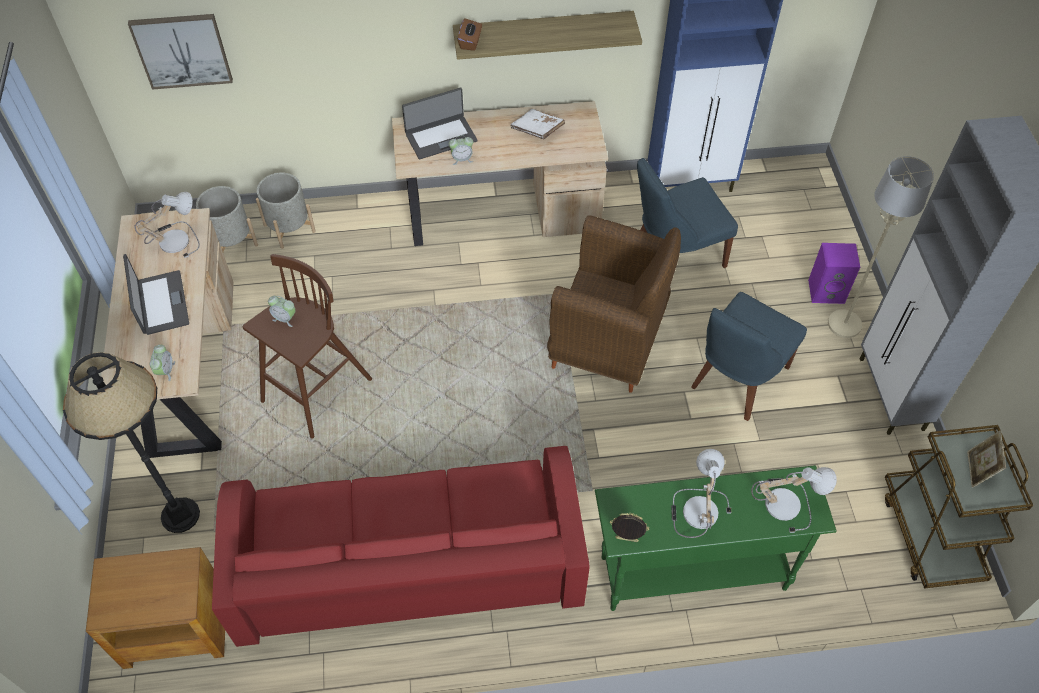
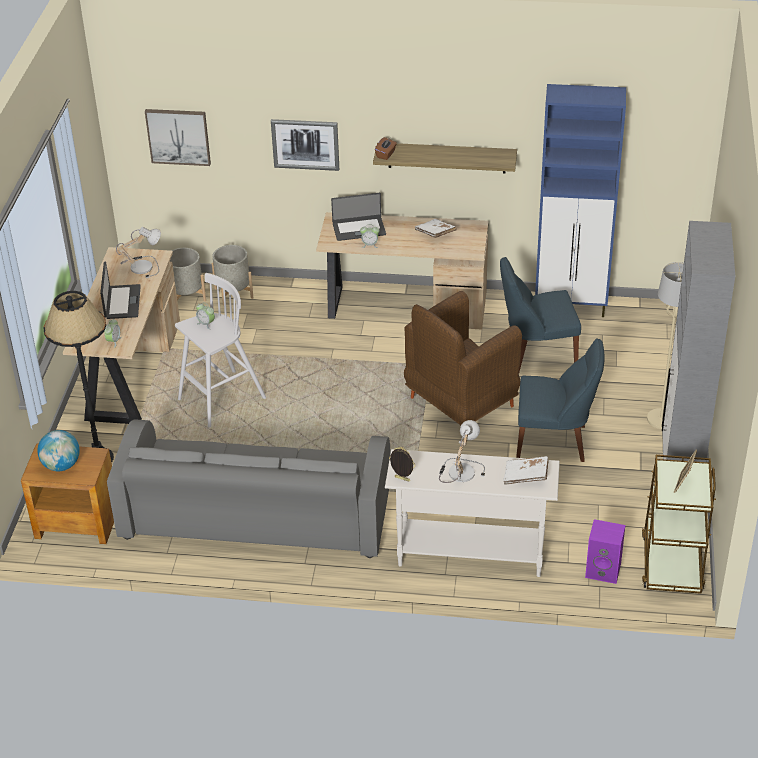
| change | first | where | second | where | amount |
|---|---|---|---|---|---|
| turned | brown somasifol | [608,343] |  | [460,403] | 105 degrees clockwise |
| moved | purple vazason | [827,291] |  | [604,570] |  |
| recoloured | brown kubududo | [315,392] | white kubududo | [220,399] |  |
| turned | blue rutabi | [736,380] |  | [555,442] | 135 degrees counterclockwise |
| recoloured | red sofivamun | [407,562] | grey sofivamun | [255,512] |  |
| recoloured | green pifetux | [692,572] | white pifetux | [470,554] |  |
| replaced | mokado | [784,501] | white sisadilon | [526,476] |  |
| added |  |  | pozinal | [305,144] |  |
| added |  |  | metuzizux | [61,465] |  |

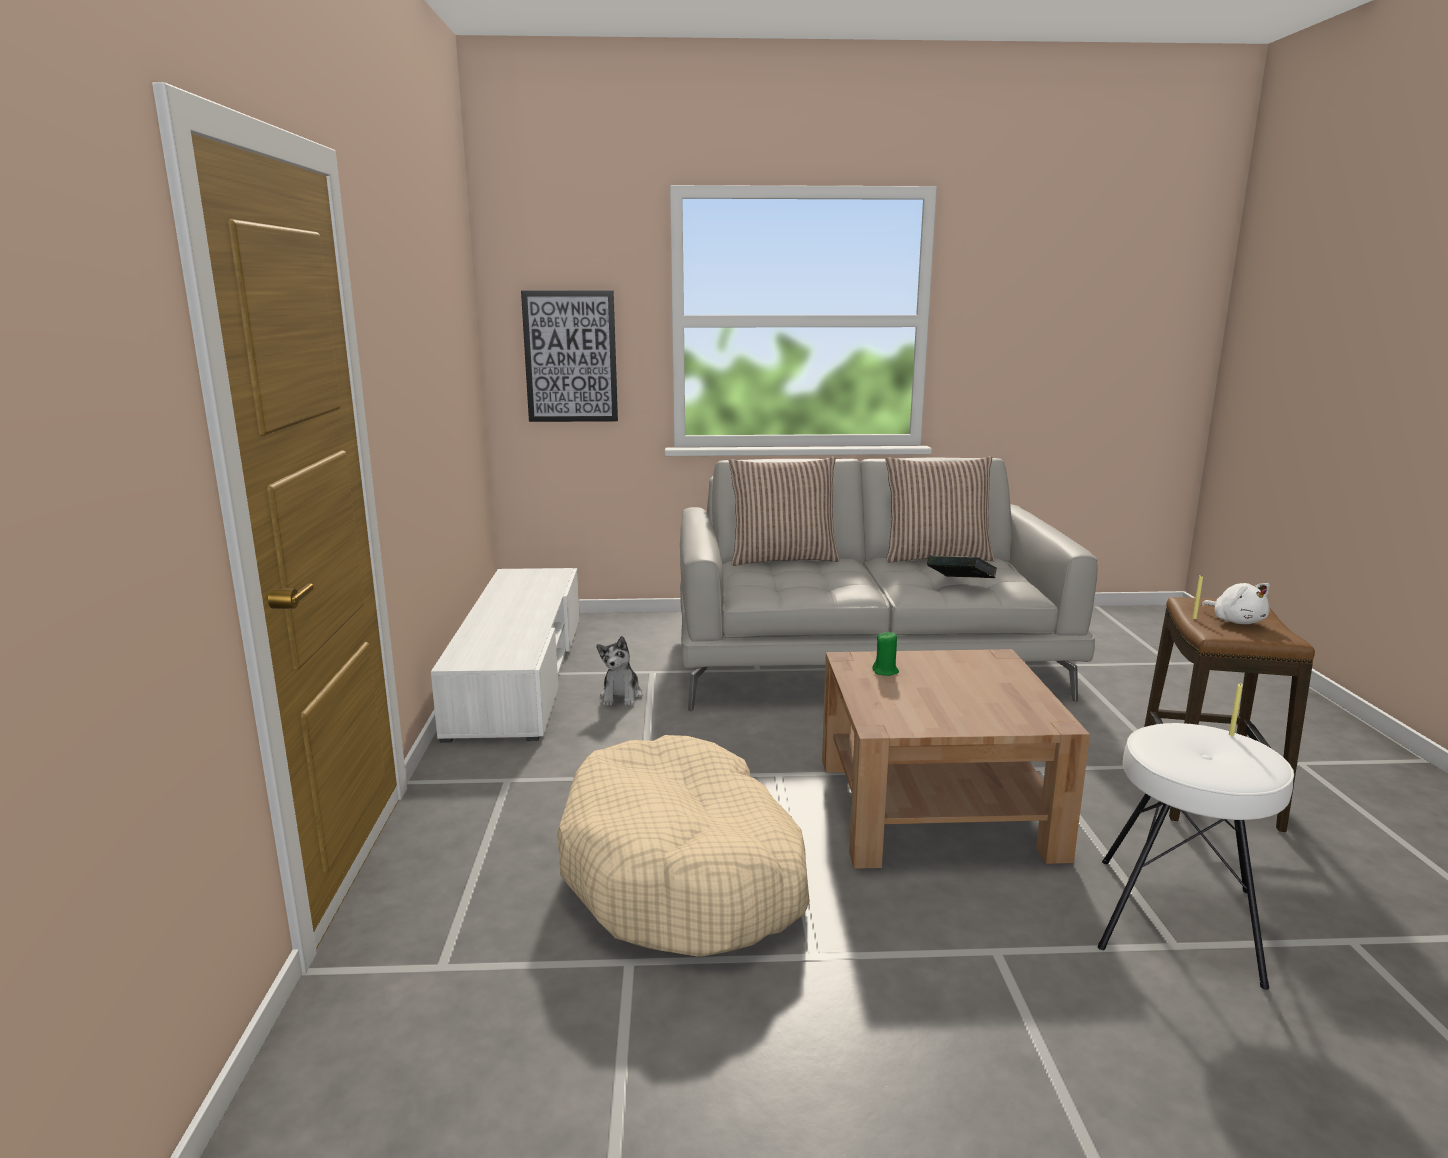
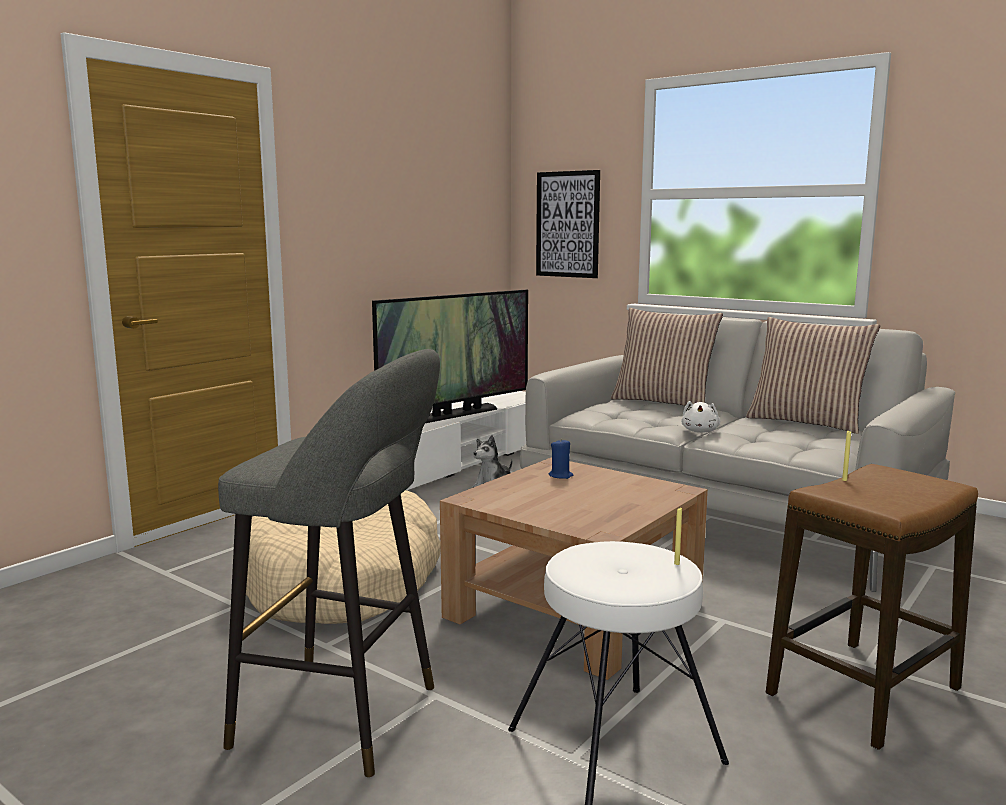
| change | first | where | second | where | amount |
|---|---|---|---|---|---|
| removed | sisadilon | [960,584] |  |  |  |
| moved | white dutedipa | [1236,621] |  | [700,431] |  |
| recoloured | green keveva | [885,671] | blue keveva | [561,475] |  |
| added |  |  | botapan | [455,414] |  |
| added |  |  | grey kubududo | [347,717] |  |

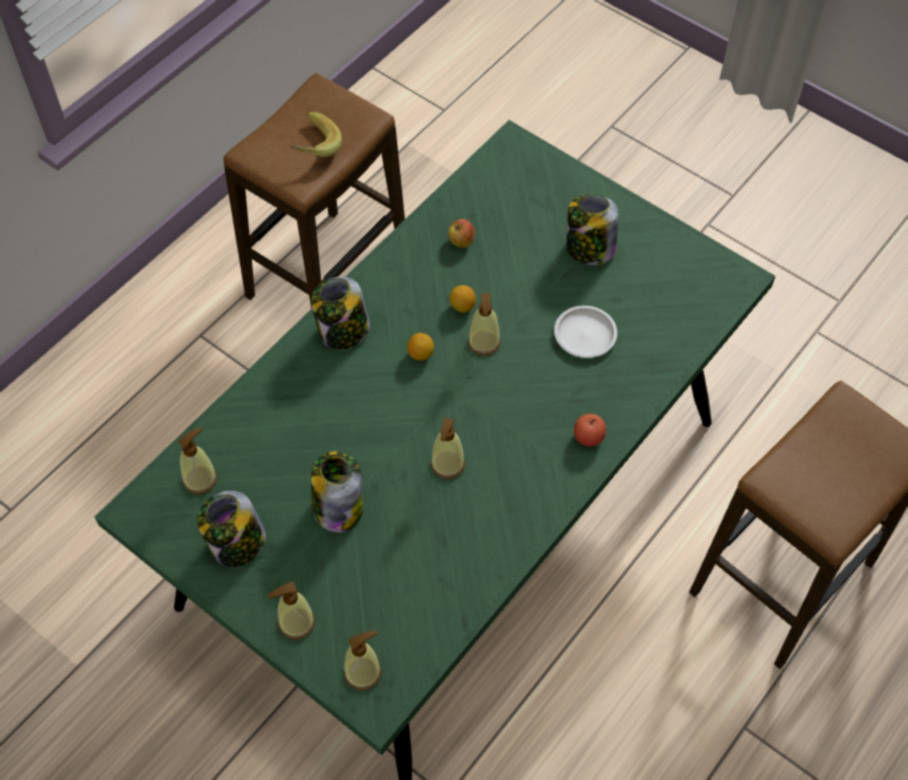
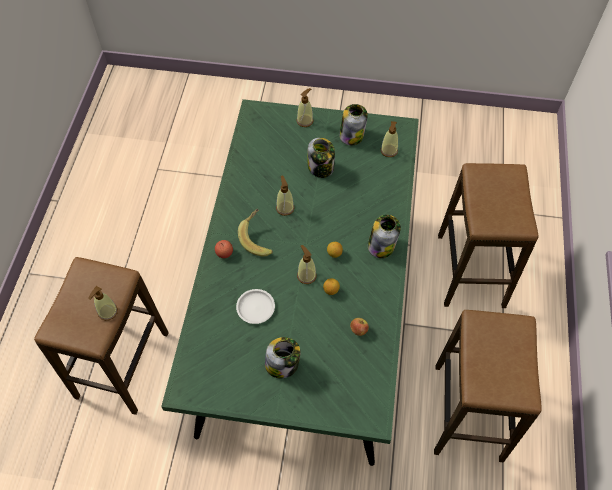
| change | first | where | second | where | amount |
|---|---|---|---|---|---|
| moved | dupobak | [312,147] |  | [258,239] |  |
| moved | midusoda | [363,672] |  | [107,312] |  |
| added |  |  | kubududo | [470,271] |  |

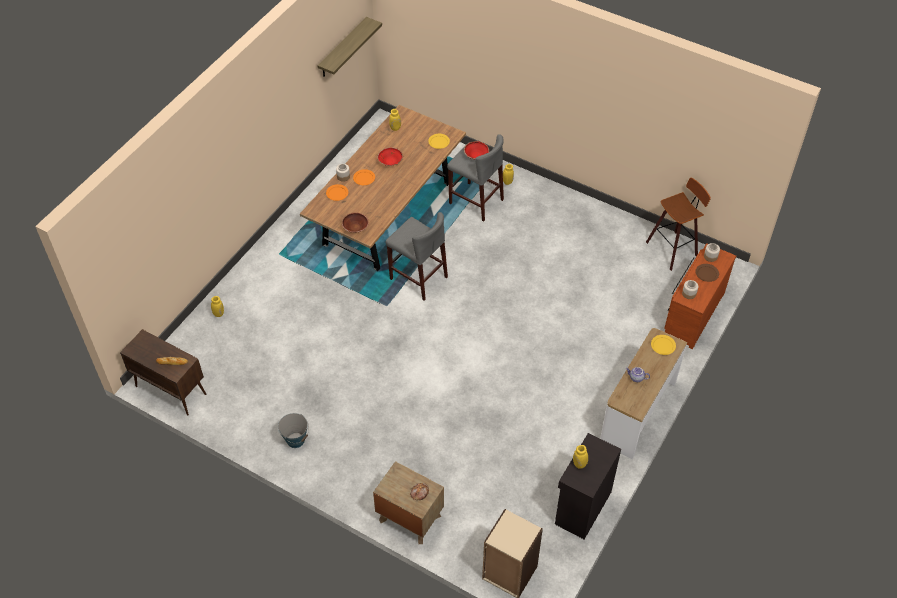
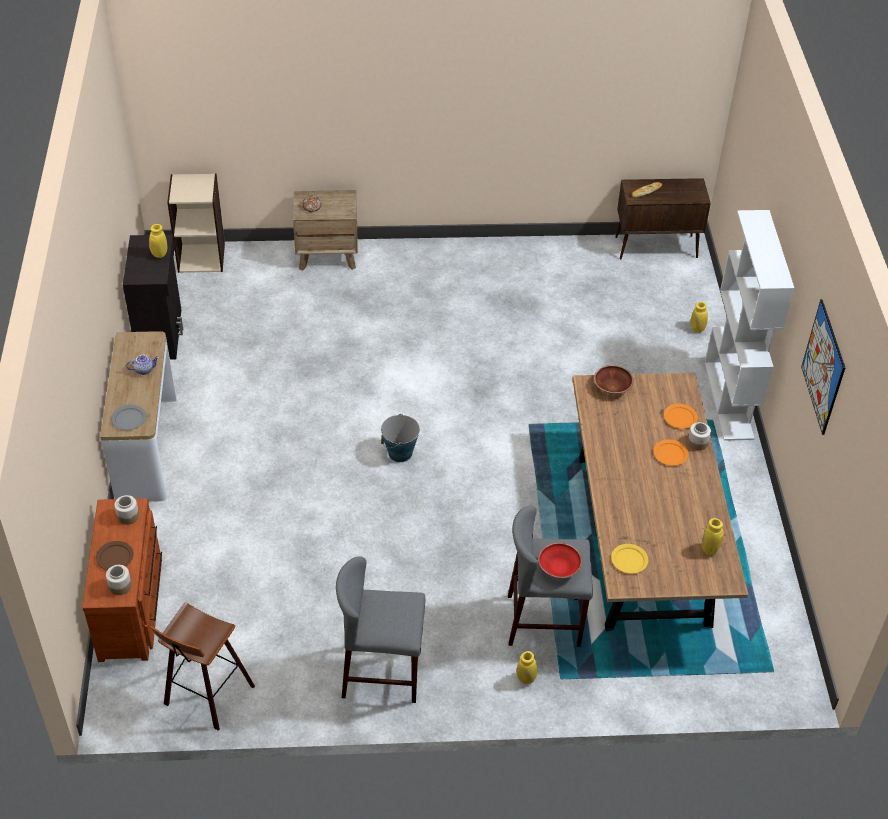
| change | first | where | second | where | amount |
|---|---|---|---|---|---|
| removed | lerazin | [342,48] |  |  |  |
| removed | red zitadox | [390,162] |  |  |  |
| moved | grey kubududo | [418,277] |  | [382,673] |  |
| recoloured | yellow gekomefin | [663,345] | grey gekomefin | [129,419] |  |
| moved | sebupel | [295,440] |  | [400,453] |  |
| added |  |  | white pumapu | [729,400] |  |
| added |  |  | pozinal | [823,367] |  |

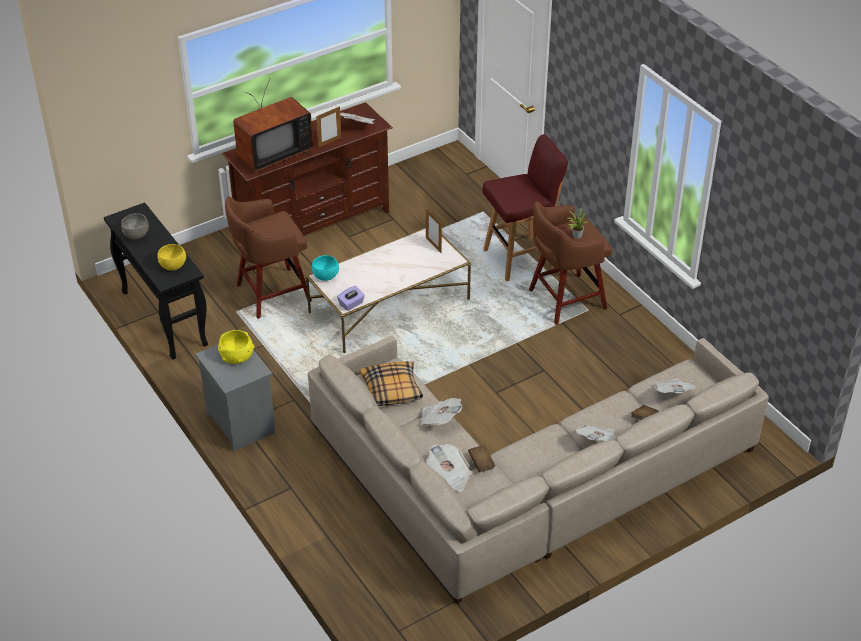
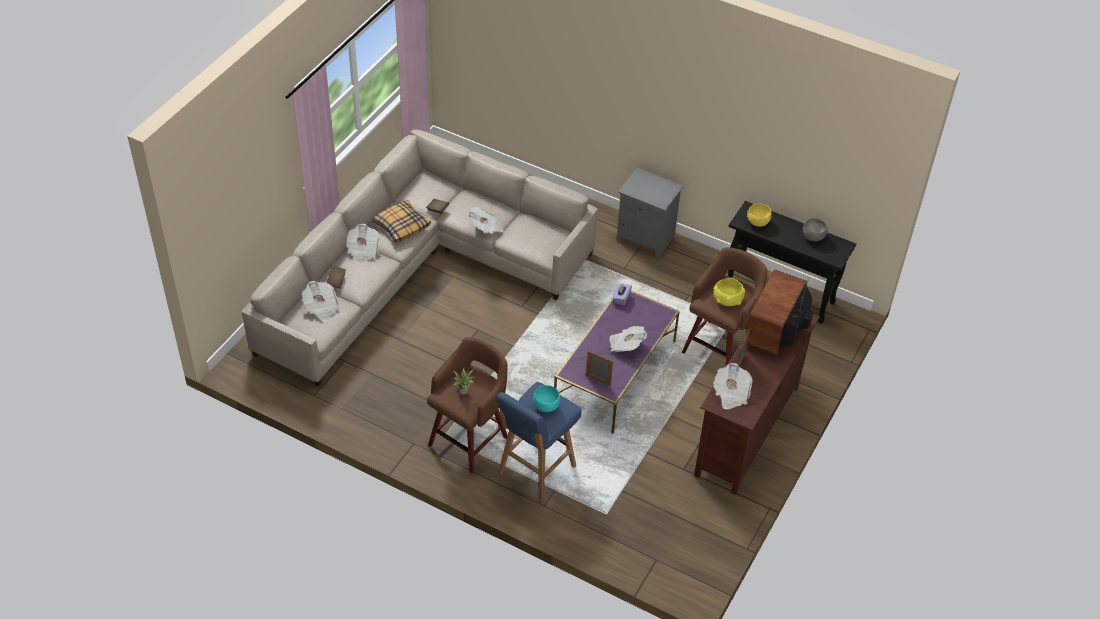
| change | first | where | second | where | amount |
|---|---|---|---|---|---|
| recoloured | red kubududo | [521,258] | blue kubududo | [535,470] |  |
| recoloured | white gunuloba | [389,306] | purple gunuloba | [615,373] |  |
| moved | turquoise zitadox | [326,276] |  | [546,406] |  |
| moved | yellow zitadox | [237,355] |  | [727,299] |  |
| moved | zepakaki | [391,390] |  | [401,226] |  |
| moved | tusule | [449,476] |  | [626,345] |  |

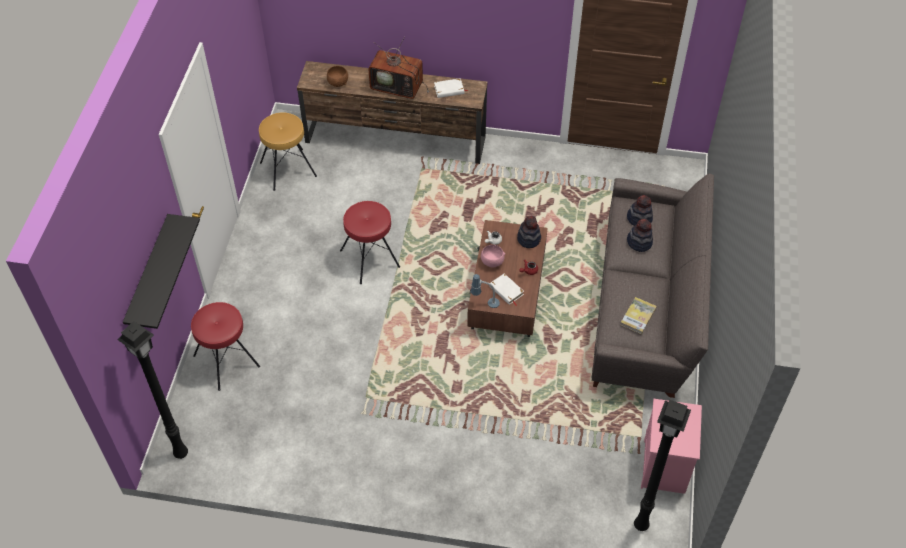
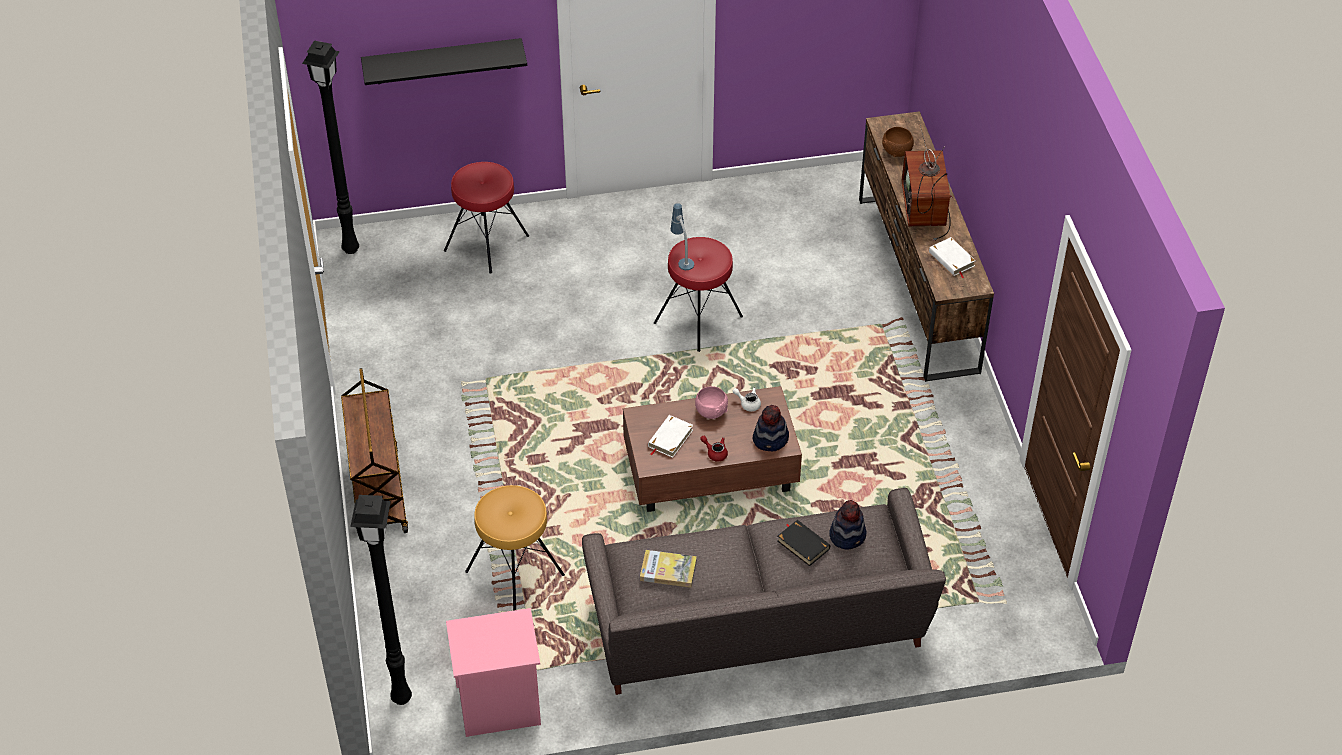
| change | first | where | second | where | amount |
|---|---|---|---|---|---|
| moved | brown kubududo | [288,169] |  | [515,572] |  |
| replaced | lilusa | [639,242] | black sisadilon | [803,544] |  |
| moved | mokado | [485,303] |  | [682,257] |  |
| added |  |  | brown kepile | [378,492] |  |

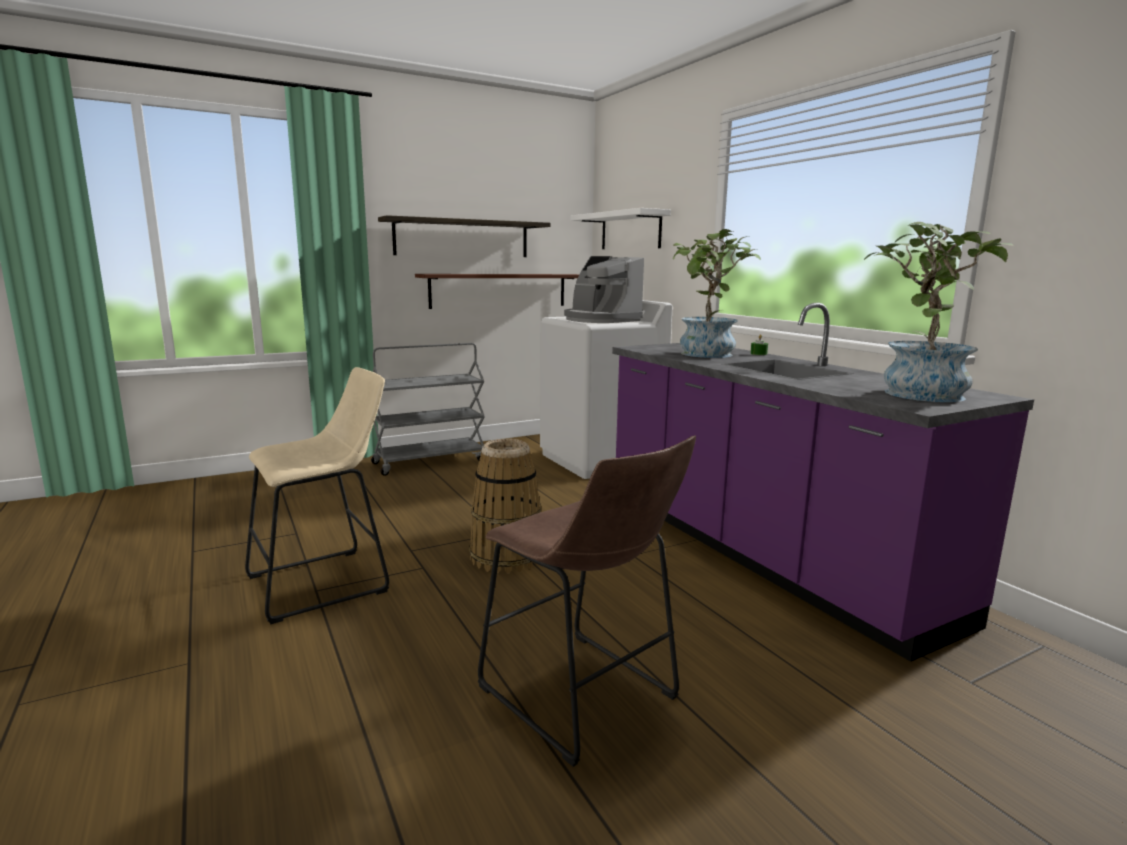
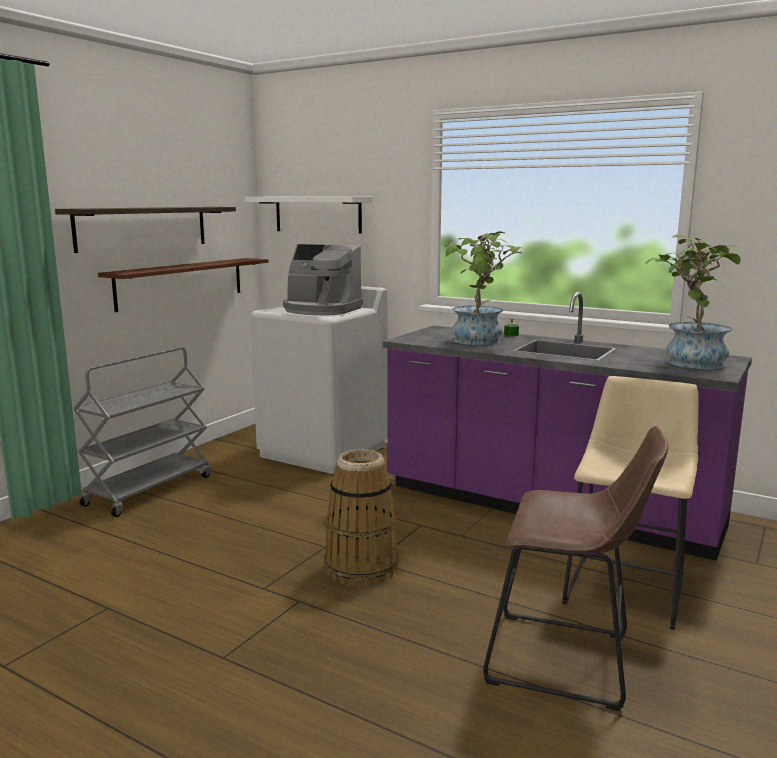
| change | first | where | second | where | amount |
|---|---|---|---|---|---|
| moved | beige kubududo | [326,582] |  | [626,586] |  |

